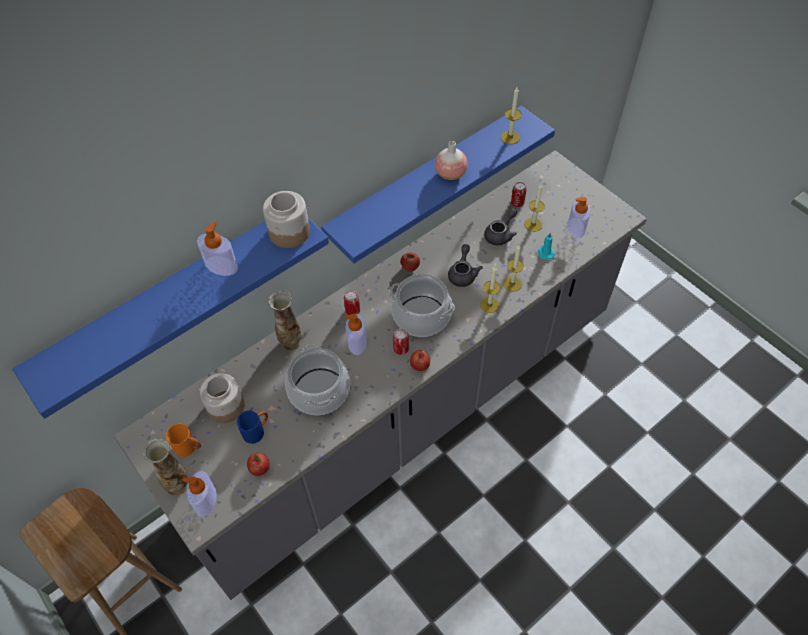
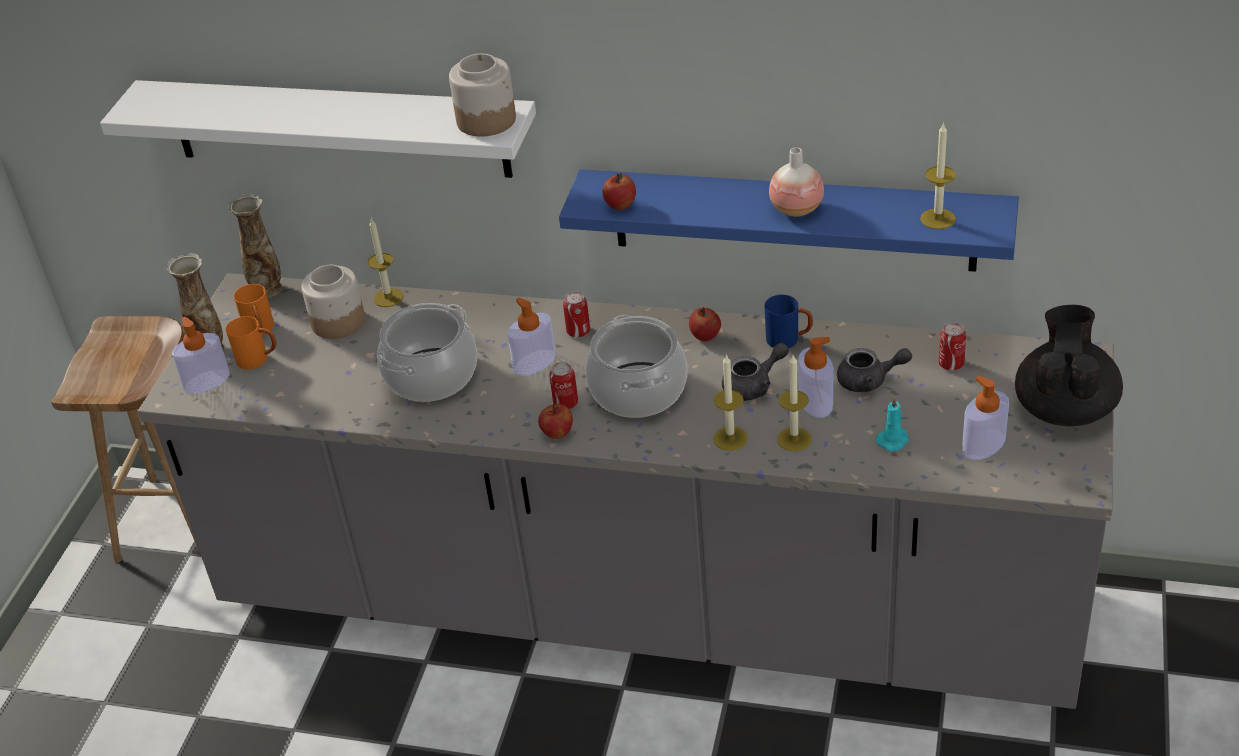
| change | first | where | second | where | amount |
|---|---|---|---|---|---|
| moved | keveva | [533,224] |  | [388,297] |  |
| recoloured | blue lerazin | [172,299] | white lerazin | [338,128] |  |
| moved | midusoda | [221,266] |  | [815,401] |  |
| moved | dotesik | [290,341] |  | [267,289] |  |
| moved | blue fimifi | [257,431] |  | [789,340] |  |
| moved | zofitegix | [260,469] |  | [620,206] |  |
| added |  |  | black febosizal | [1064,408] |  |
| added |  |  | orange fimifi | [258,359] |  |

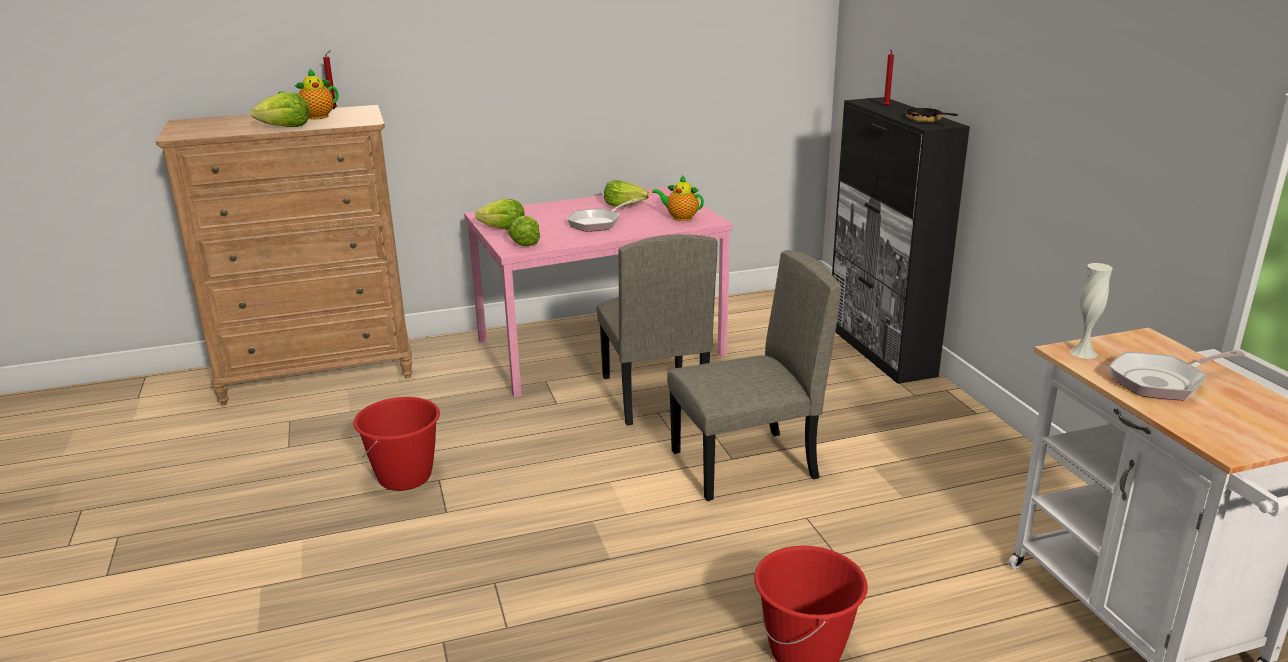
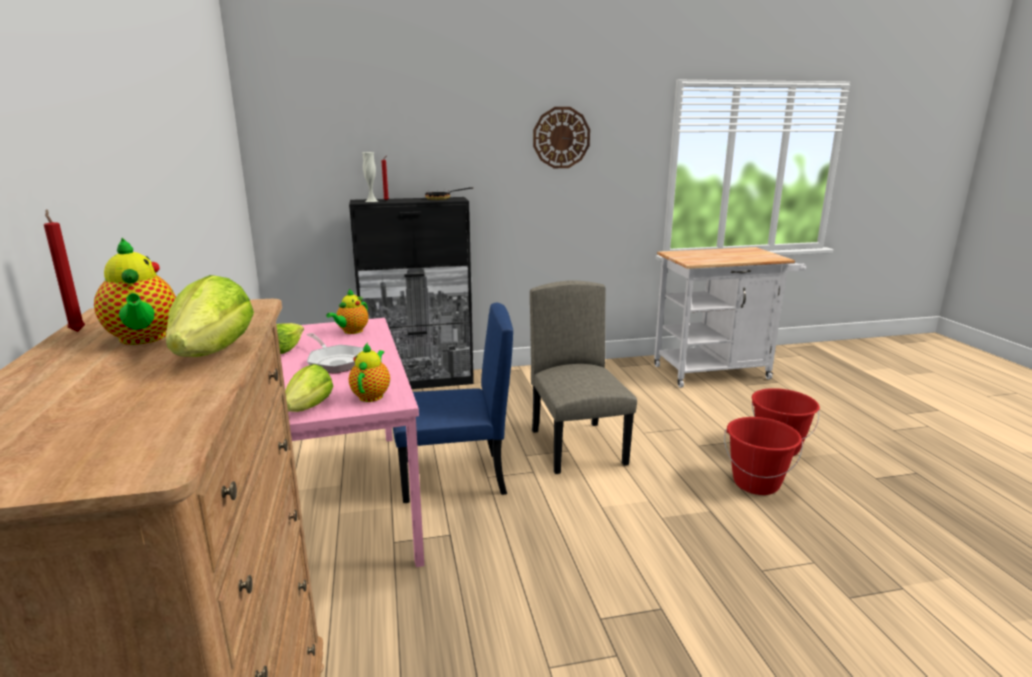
| change | first | where | second | where | amount |
|---|---|---|---|---|---|
| replaced | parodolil | [525,242] | febosizal | [372,395] |  |
| recoloured | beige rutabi | [653,395] | blue rutabi | [453,477] |  |
| moved | white dotesik | [1083,353] |  | [371,201] |  |
| removed | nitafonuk | [1162,382] |  |  |  |
| moved | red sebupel | [405,477] |  | [756,483] |  |
| added |  |  | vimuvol | [561,137] |  |

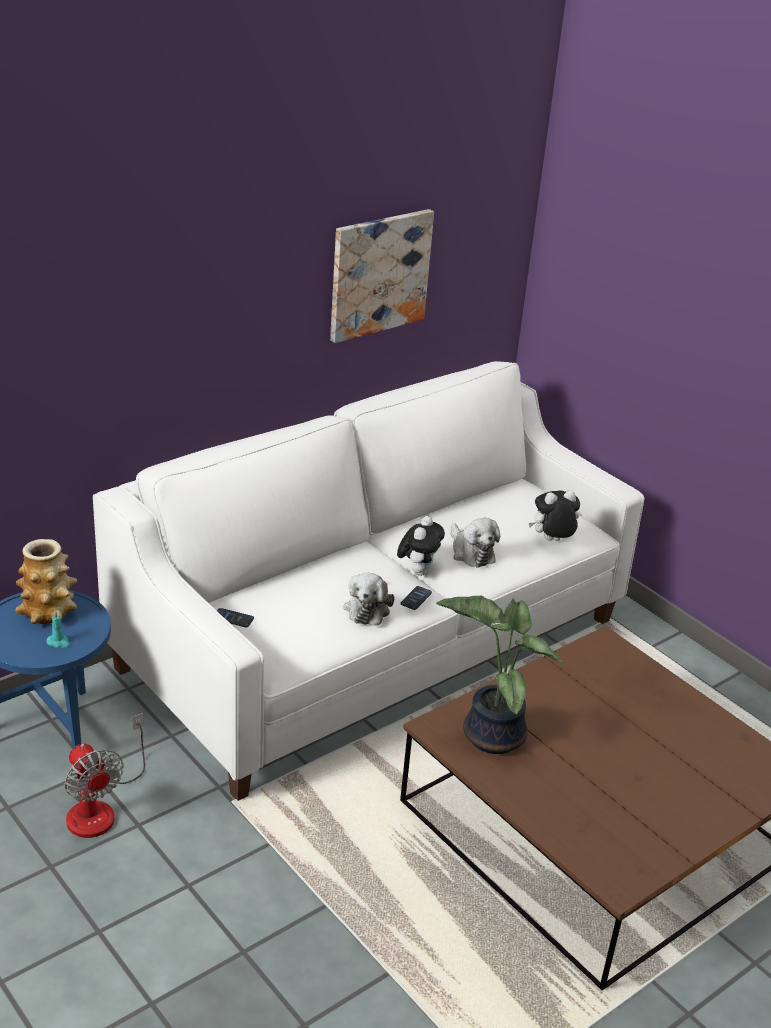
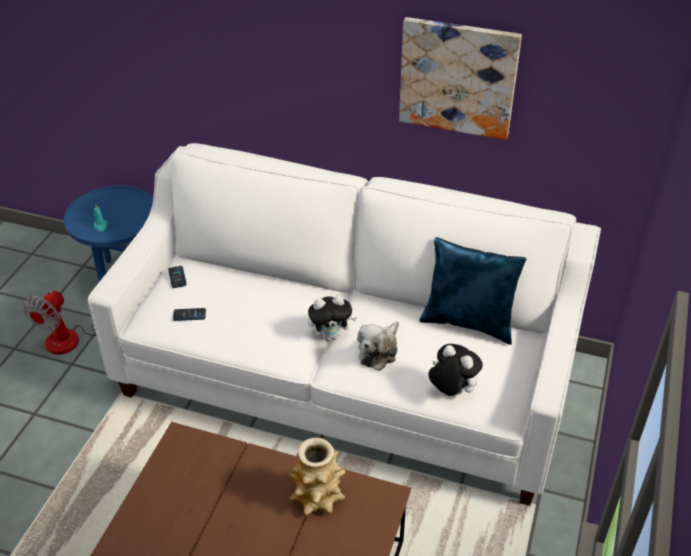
| change | first | where | second | where | amount |
|---|---|---|---|---|---|
| moved | dotesik | [48,612] |  | [317,497] |  |
| removed | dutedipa | [367,608] |  |  |  |
| moved | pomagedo | [416,598] |  | [189,315] |  |
| removed | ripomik | [490,733] |  |  |  |
| added |  |  | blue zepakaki | [469,322] |  |

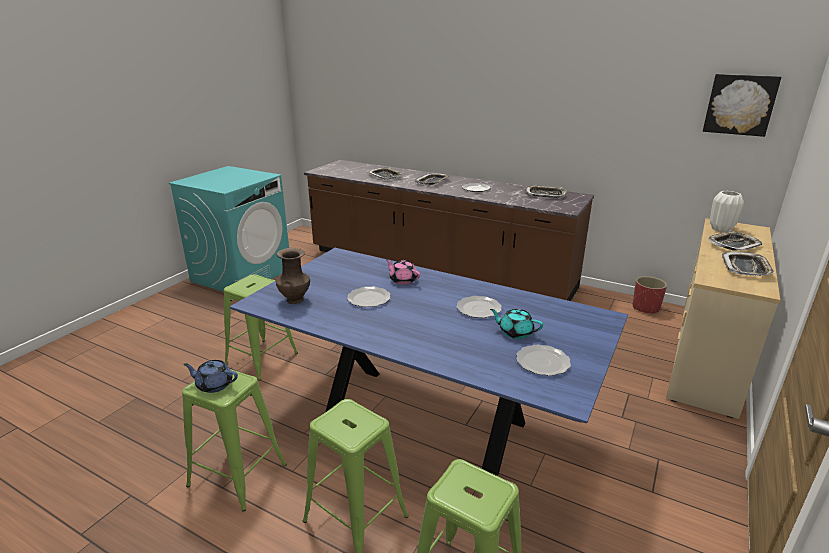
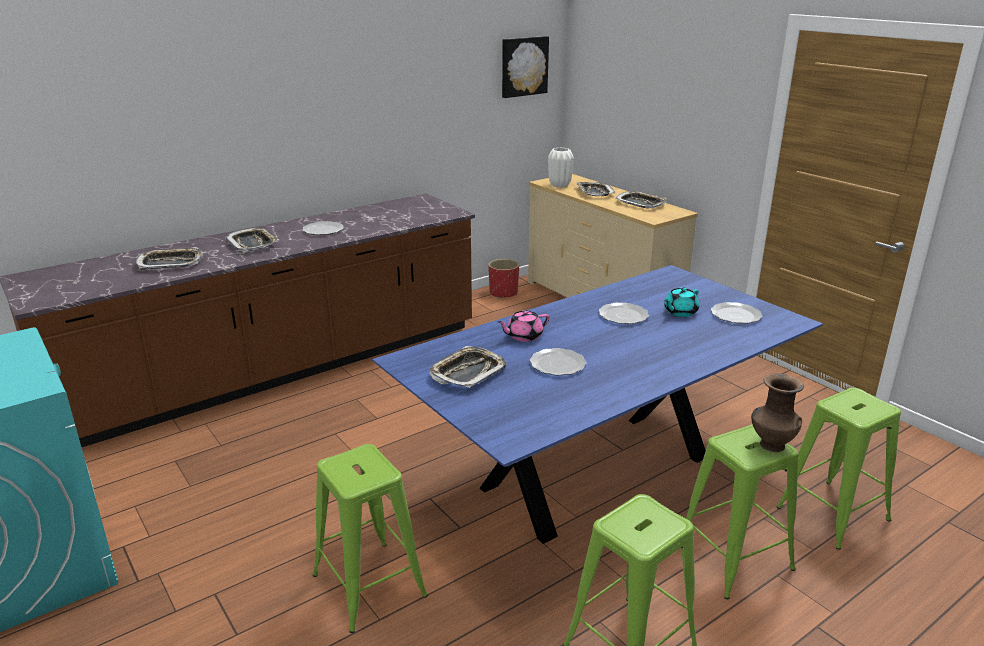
| change | first | where | second | where | amount |
|---|---|---|---|---|---|
| moved | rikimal | [545,194] |  | [468,372] |  |
| moved | brown dotesik | [295,300] |  | [770,445] |  |
| removed | blue febosizal | [214,385] |  |  |  |

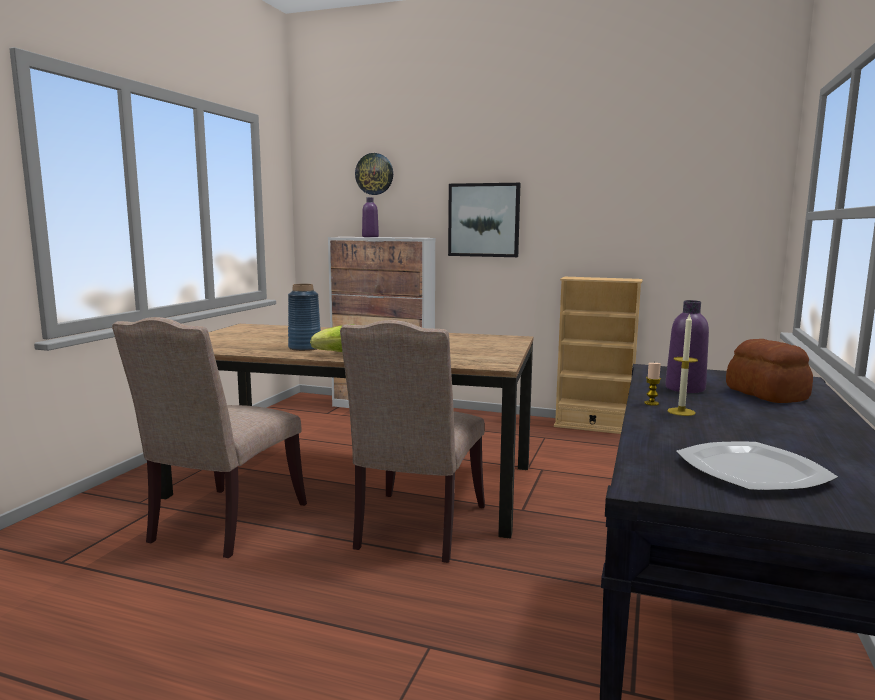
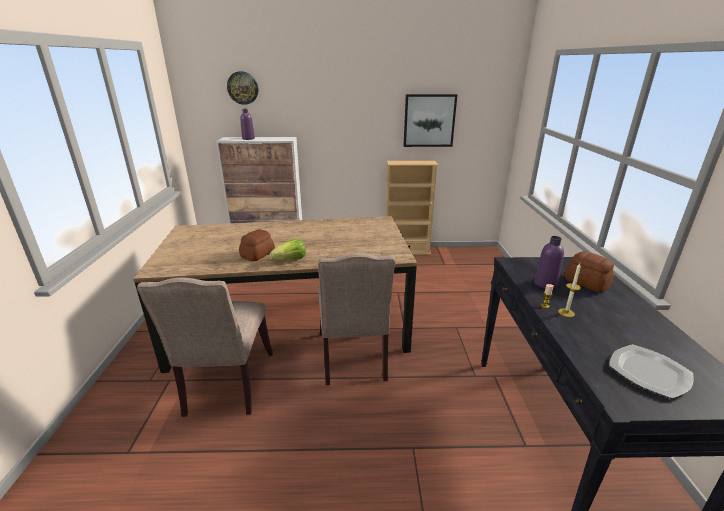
| change | first | where | second | where | amount |
|---|---|---|---|---|---|
| moved | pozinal | [484,220] |  | [429,120] |  |
| replaced | blue dotesik | [304,348] | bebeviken | [257,255] |  |

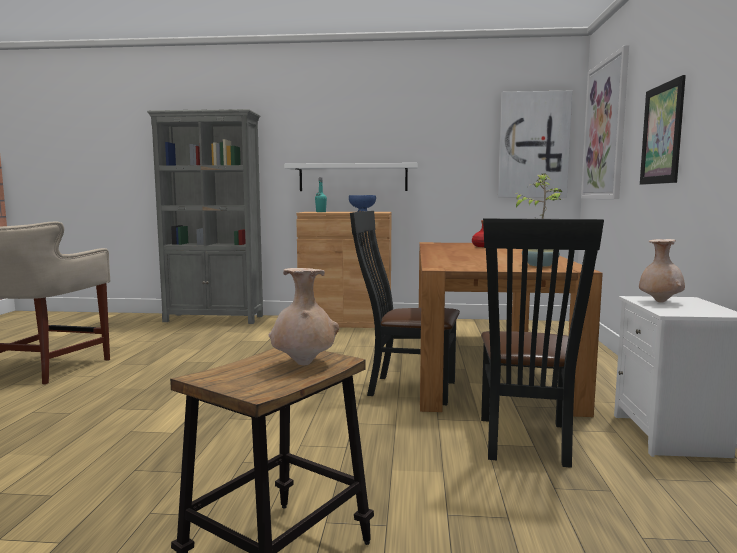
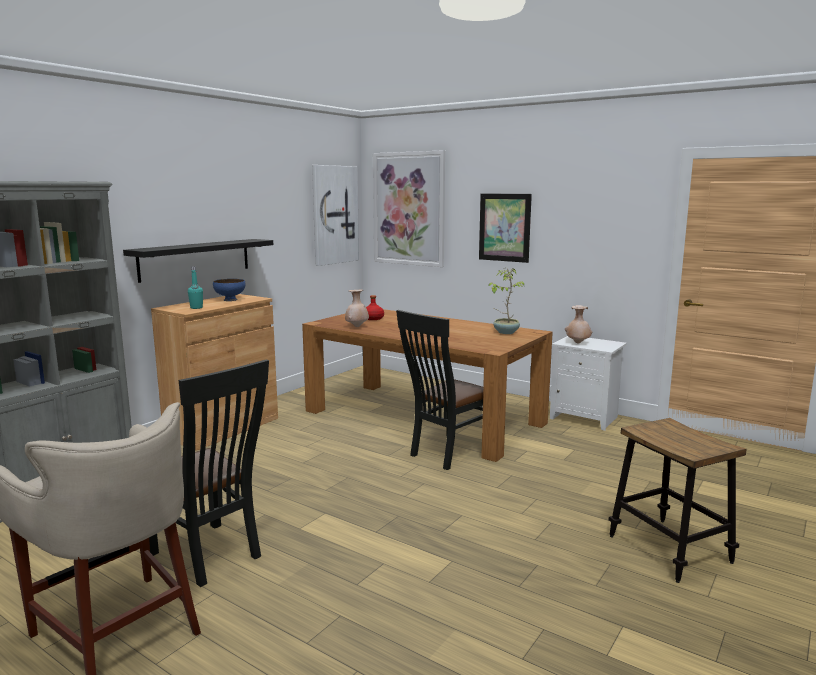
| change | first | where | second | where | amount |
|---|---|---|---|---|---|
| recoloured | white lerazin | [353,177] | black lerazin | [195,259] |  |
| moved | black rutabi | [525,443] |  | [210,556] |  |
| moved | beige dotesik | [303,364] |  | [357,327] |  |

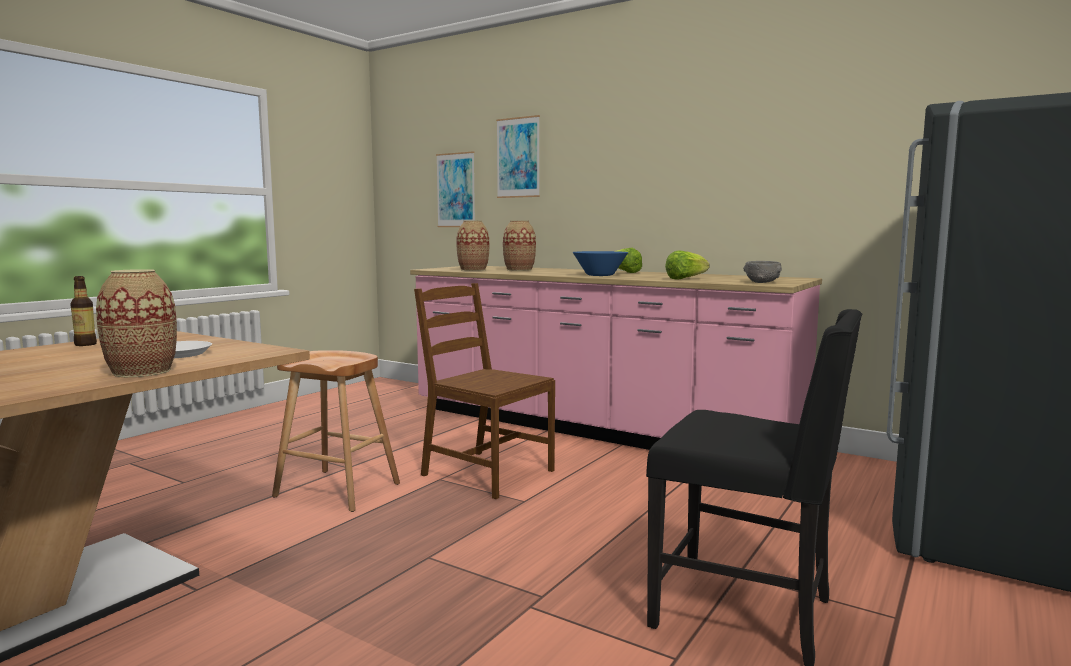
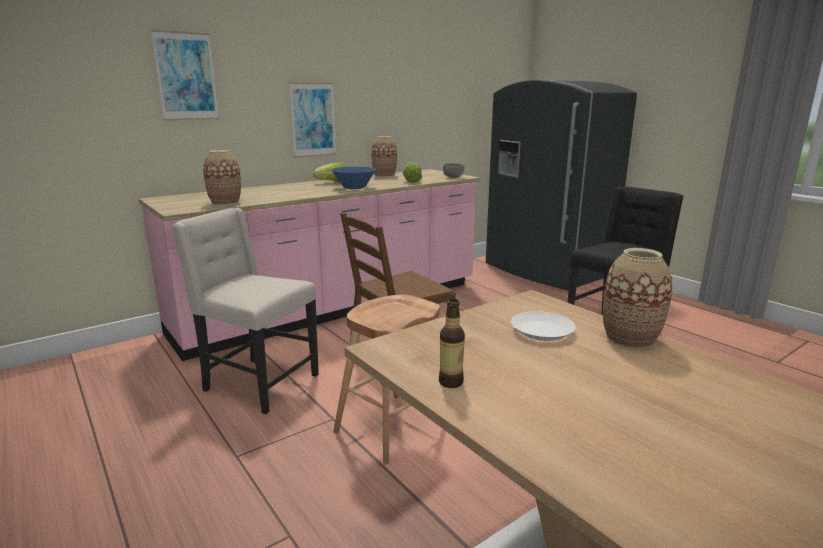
| change | first | where | second | where | amount |
|---|---|---|---|---|---|
| moved | pozinal | [456,190] |  | [313,120] |  |
| moved | dotesik | [519,270] |  | [384,175] |  |
| added |  |  | beige rutabi | [258,383] |  |

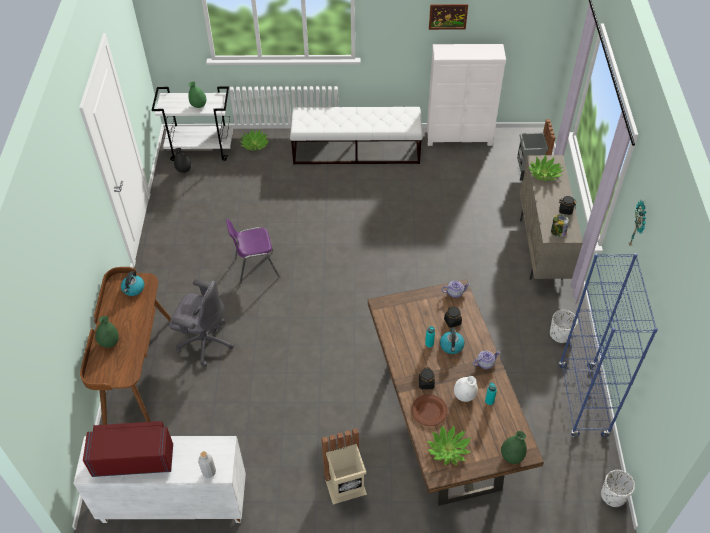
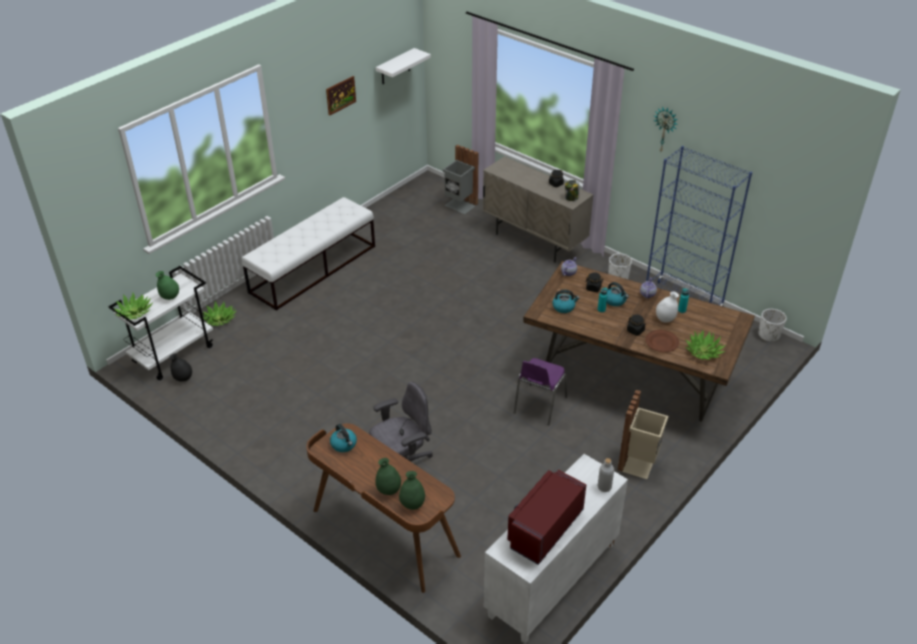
| change | first | where | second | where | amount |
|---|---|---|---|---|---|
| removed | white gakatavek | [459,138] |  |  |  |
| moved | ripomik | [544,174] |  | [135,312] |  |
| moved | purple rutabi | [255,267] |  | [539,406] |  |
| moved | green dotesik | [512,456] |  | [412,504] |  |
| added |  |  | white lerazin | [395,67] |  |
| added |  |  | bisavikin | [564,307] |  |

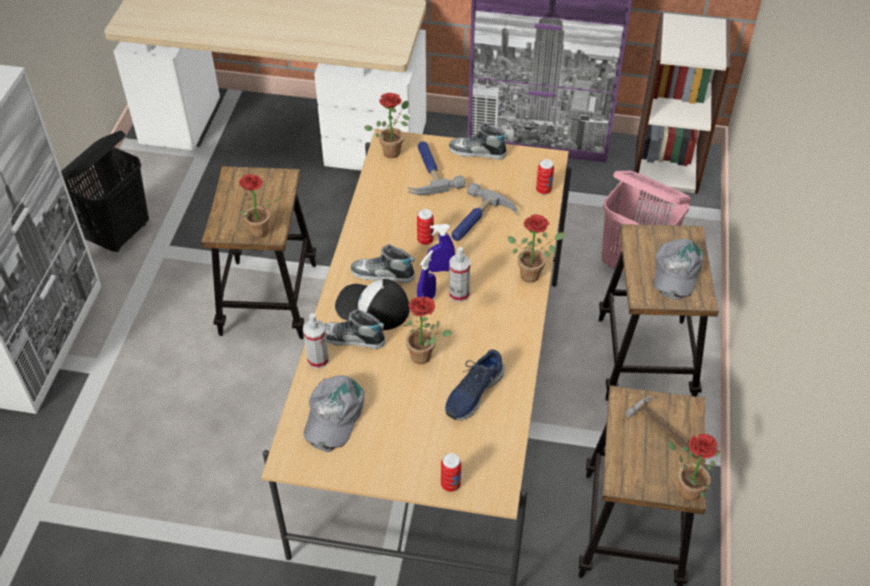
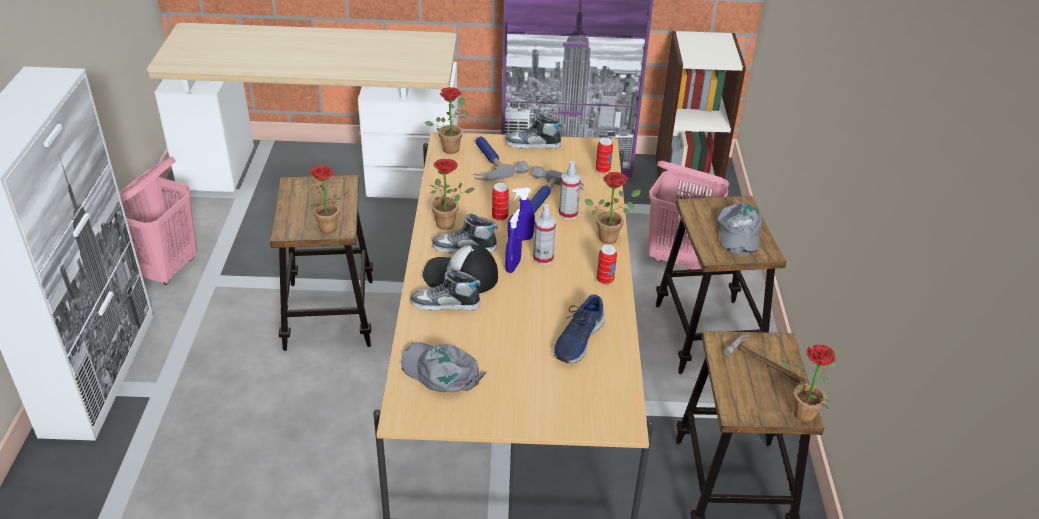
| change | first | where | second | where | amount |
|---|---|---|---|---|---|
| recoloured | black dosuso | [119,234] | pink dosuso | [166,269] |  |
| moved | ripomik | [425,356] |  | [449,224] |  |
| moved | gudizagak | [318,360] |  | [568,214] |  |
| turned | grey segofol | [333,415] |  | [441,371] | 120 degrees clockwise |
| moved | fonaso | [450,484] |  | [605,280] |  |

